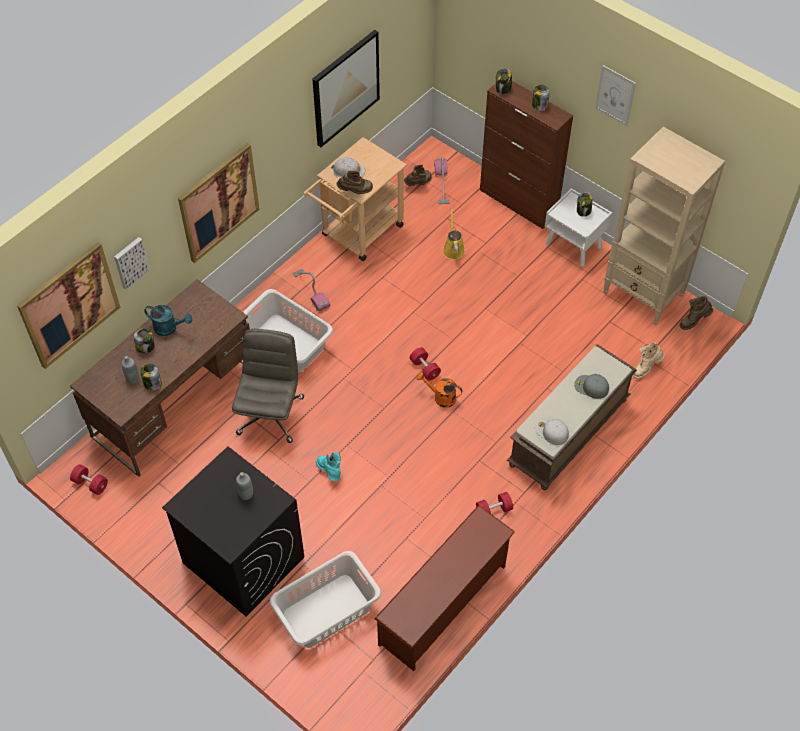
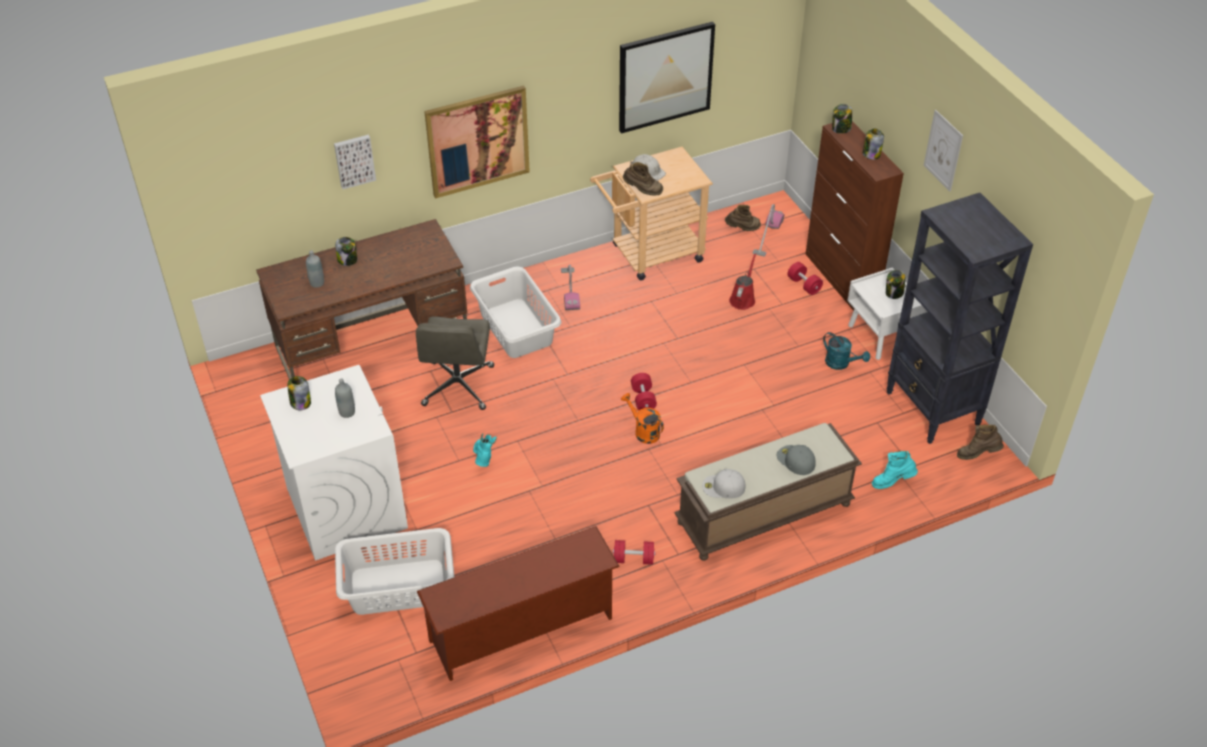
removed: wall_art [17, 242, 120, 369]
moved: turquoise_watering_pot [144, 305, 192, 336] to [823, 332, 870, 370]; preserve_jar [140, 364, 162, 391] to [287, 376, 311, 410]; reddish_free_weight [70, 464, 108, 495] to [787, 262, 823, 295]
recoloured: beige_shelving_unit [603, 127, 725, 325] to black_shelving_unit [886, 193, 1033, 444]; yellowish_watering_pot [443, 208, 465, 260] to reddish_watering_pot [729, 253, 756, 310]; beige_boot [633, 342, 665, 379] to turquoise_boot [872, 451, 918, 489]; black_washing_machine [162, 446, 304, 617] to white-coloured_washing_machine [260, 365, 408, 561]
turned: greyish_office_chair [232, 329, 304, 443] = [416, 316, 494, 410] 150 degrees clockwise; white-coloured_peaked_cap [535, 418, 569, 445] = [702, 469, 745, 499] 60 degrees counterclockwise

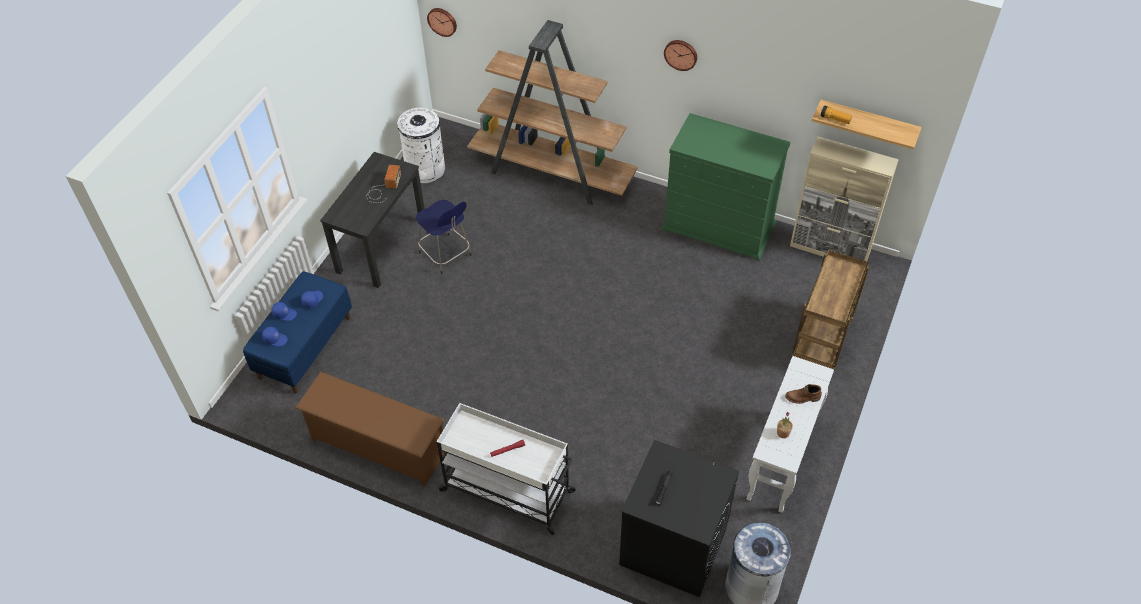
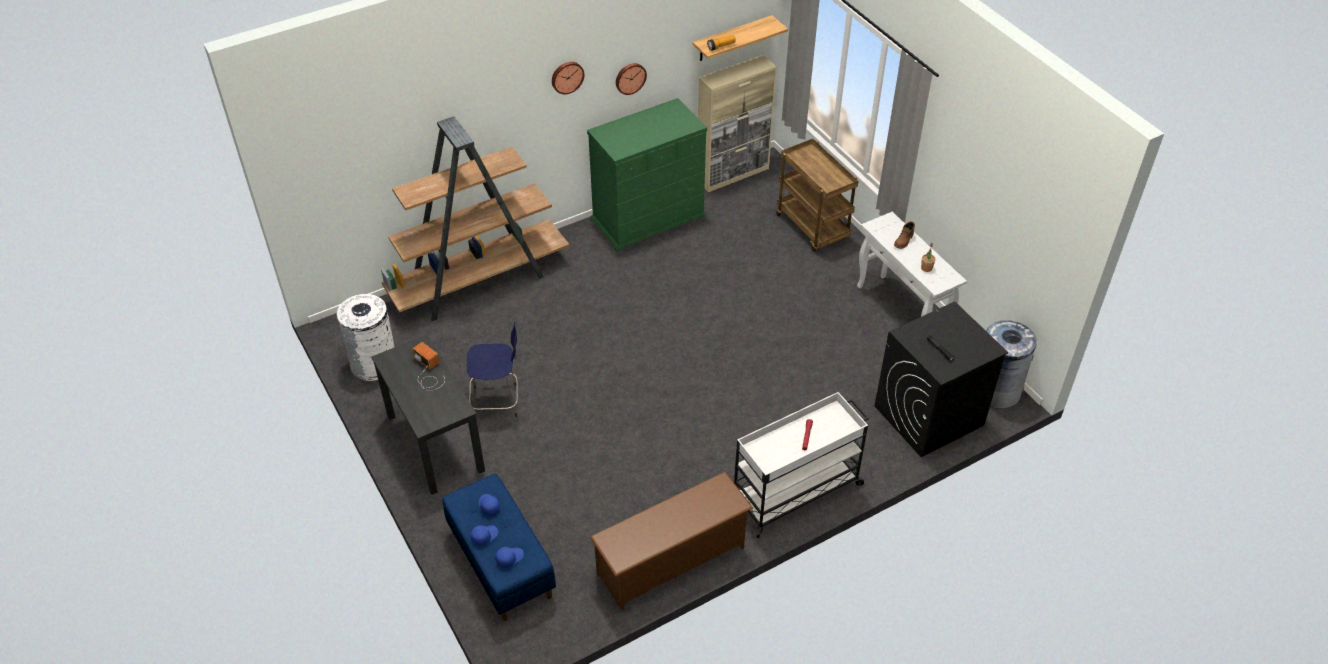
moved: hanging_clock [427, 8, 457, 37] to [616, 63, 647, 95]

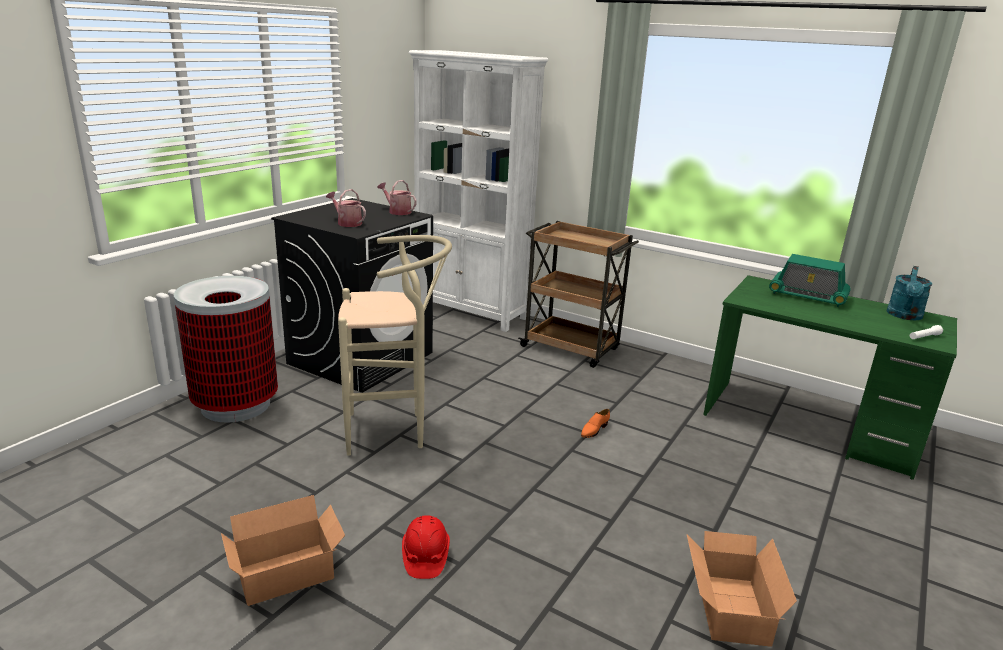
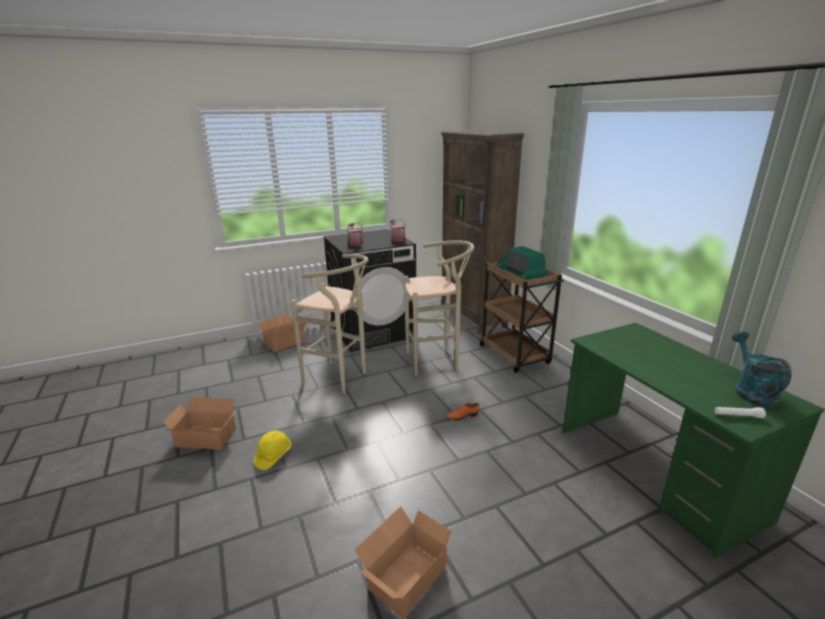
added: beige_sitting_stool [404, 240, 475, 376]
moved: radio_set [769, 254, 851, 307] to [497, 246, 548, 280]
replaced: trash_can [174, 276, 278, 422] to cardboard_box [258, 314, 306, 352]
recoloured: white-coloured_shelving_unit [409, 50, 549, 332] to brown-coloured_shelving_unit [441, 130, 524, 334]; reddish_hard_hat [402, 515, 450, 579] to yellowish_hard_hat [254, 430, 291, 470]
turned: turquoise_watering_pot [887, 266, 932, 320] = [732, 331, 792, 407] 120 degrees clockwise

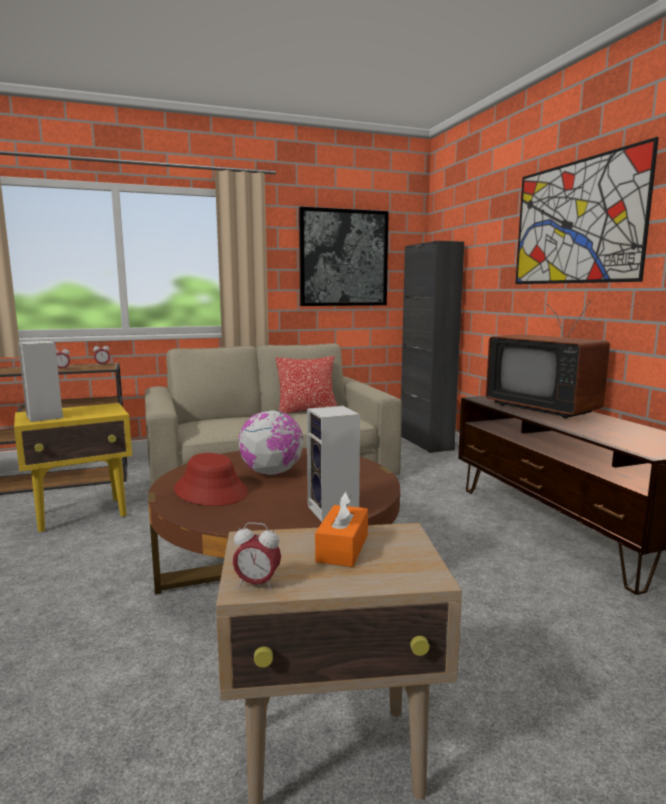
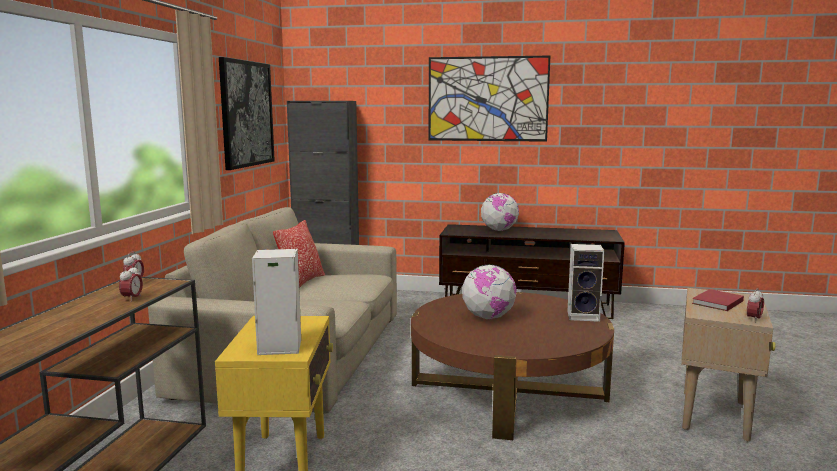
removed: reddish_wearable_hat [174, 453, 248, 506]
replaced: television [486, 301, 610, 419] to globe [481, 193, 519, 231]; orange_box_of_tissues [315, 491, 368, 567] to reddish_book [692, 289, 744, 311]

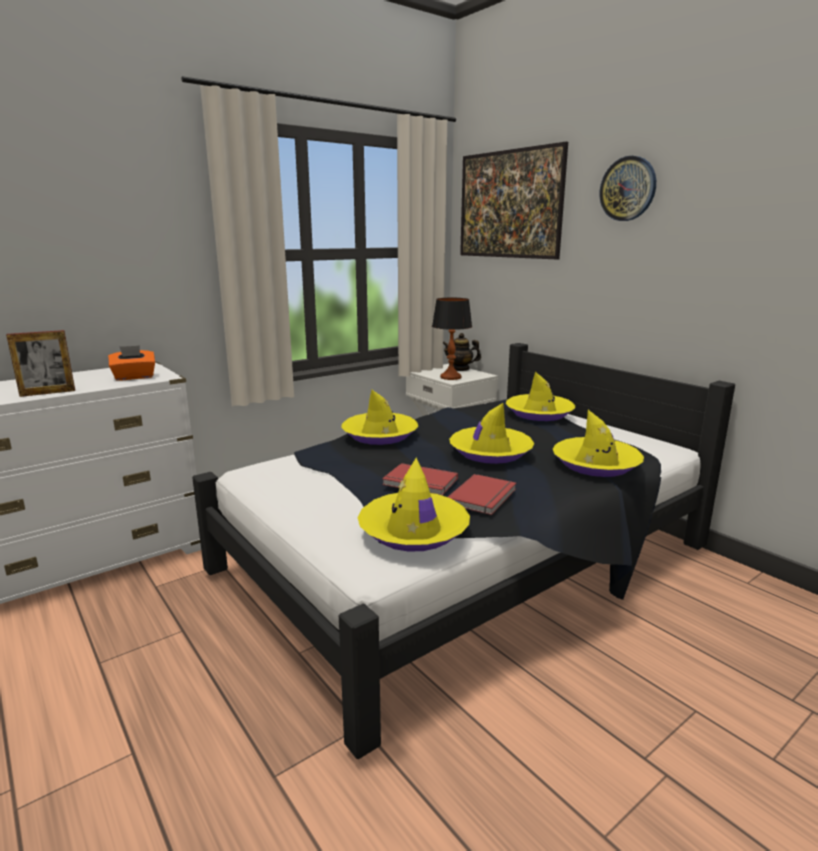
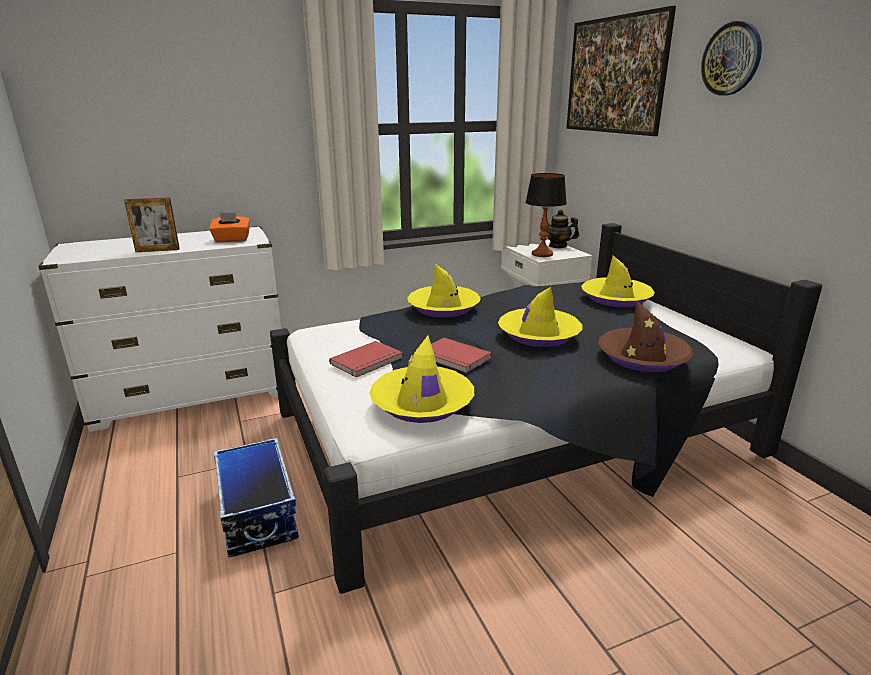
added: storage_container [214, 438, 299, 557]
moved: reddish_book [448, 474, 516, 515] to [329, 341, 403, 377]
recoloured: yellowish_wearable_hat [553, 410, 644, 477] to brown-coloured_wearable_hat [598, 301, 693, 372]

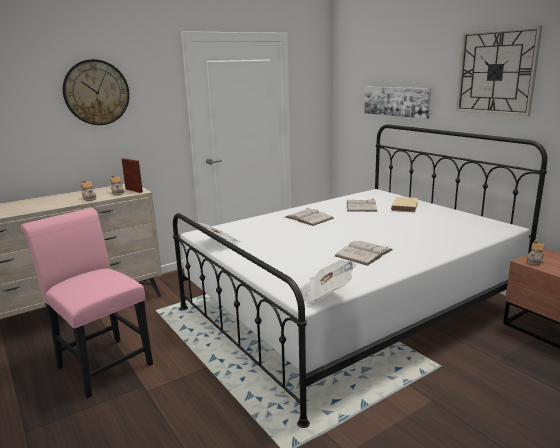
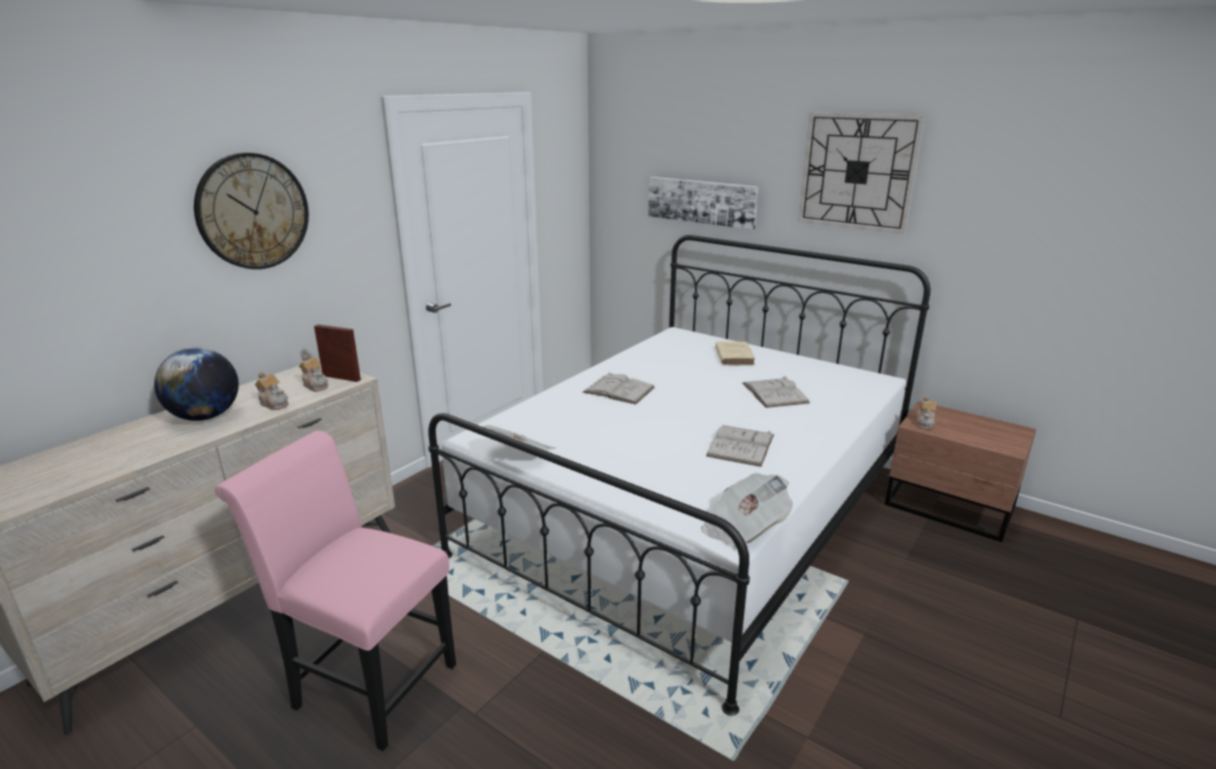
added: globe [154, 348, 239, 421]
moved: white-coloured_book [347, 198, 377, 212] to [742, 376, 810, 408]

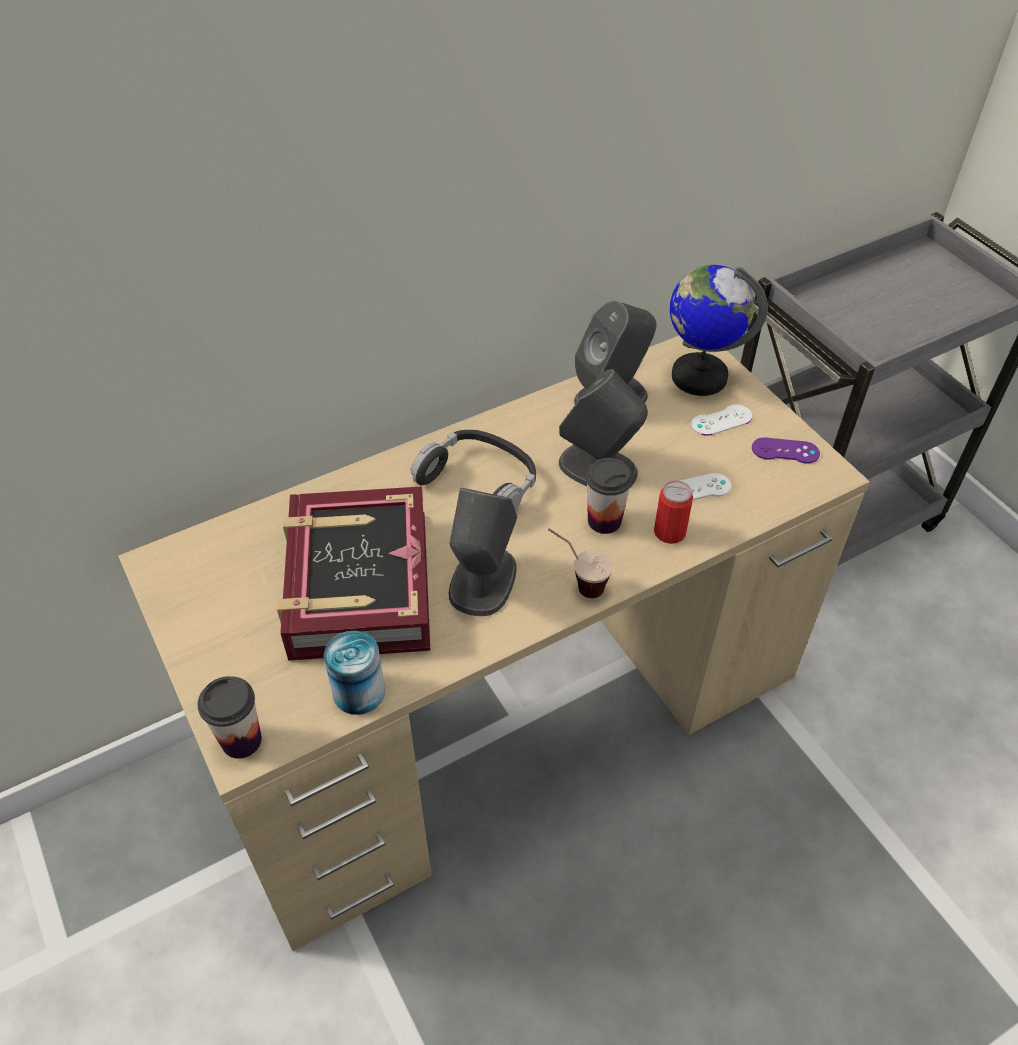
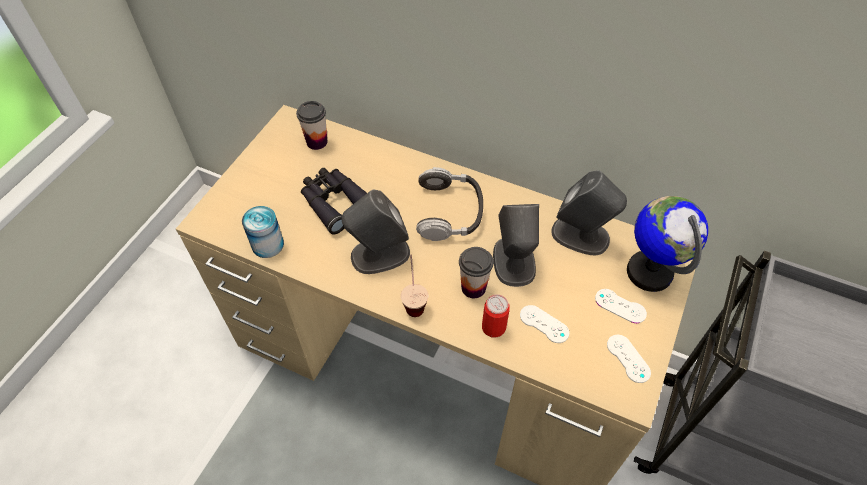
moved: drinking_cup [198, 676, 262, 759] to [296, 101, 327, 150]
replaced: book [277, 486, 430, 661] to black_field_glasses [301, 168, 367, 235]
recoloured: purple-coloured_gamepad [752, 437, 820, 464] to white-coloured_gamepad [607, 335, 651, 383]

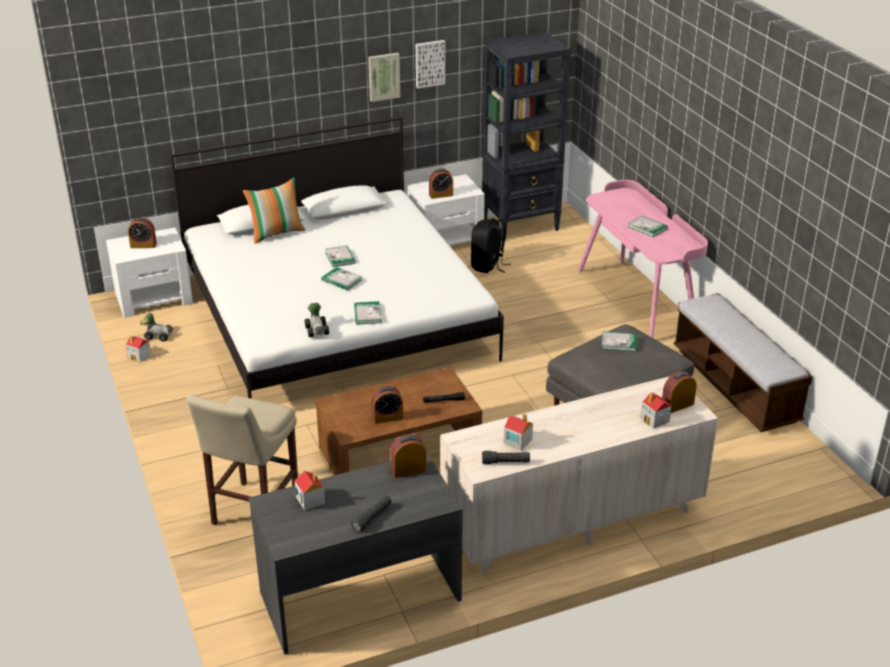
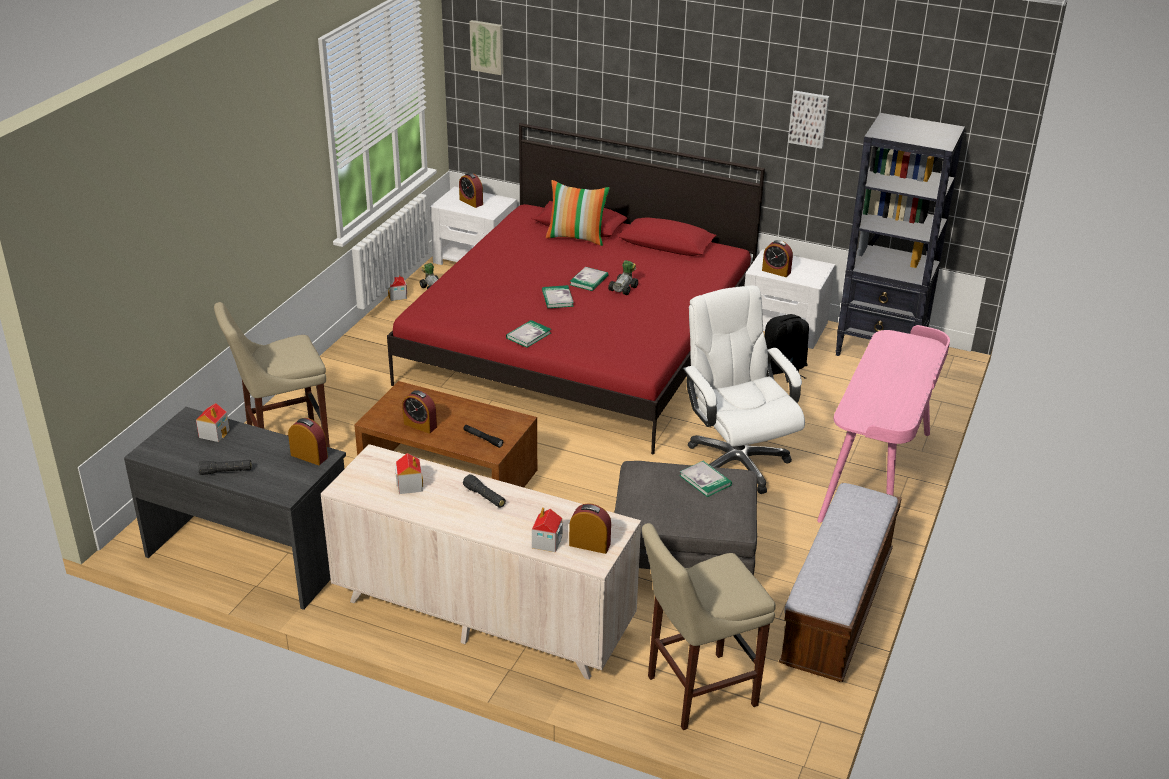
removed: book [628, 216, 668, 237]
added: white-coloured_office_chair [683, 285, 805, 494]; beige_sitting_stool [642, 523, 776, 730]
moved: wall_art [368, 53, 400, 102] to [470, 20, 503, 75]; toy_car [305, 303, 329, 337] to [608, 260, 638, 295]; black_flashlight [482, 451, 530, 464] to [463, 474, 506, 508]
recoloured: white-coloured_bed [170, 116, 504, 399] to reddish_bed [387, 123, 765, 454]

